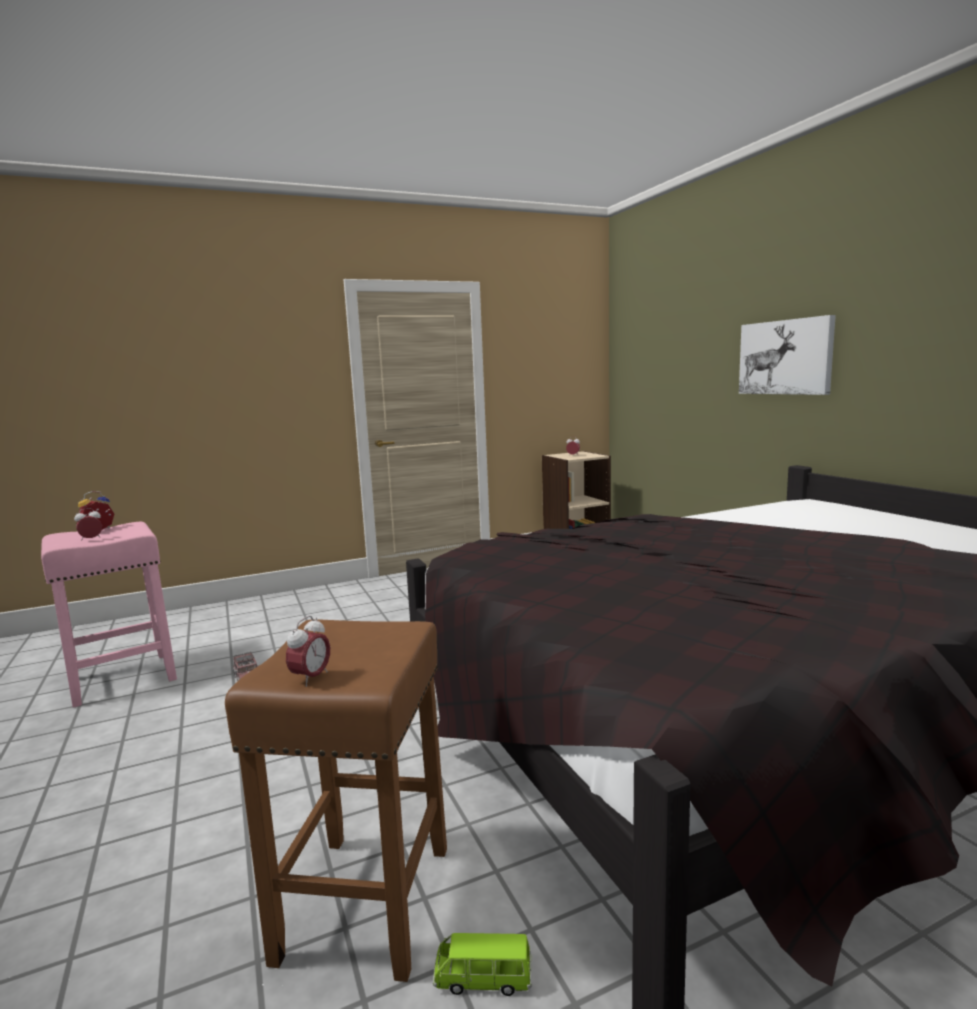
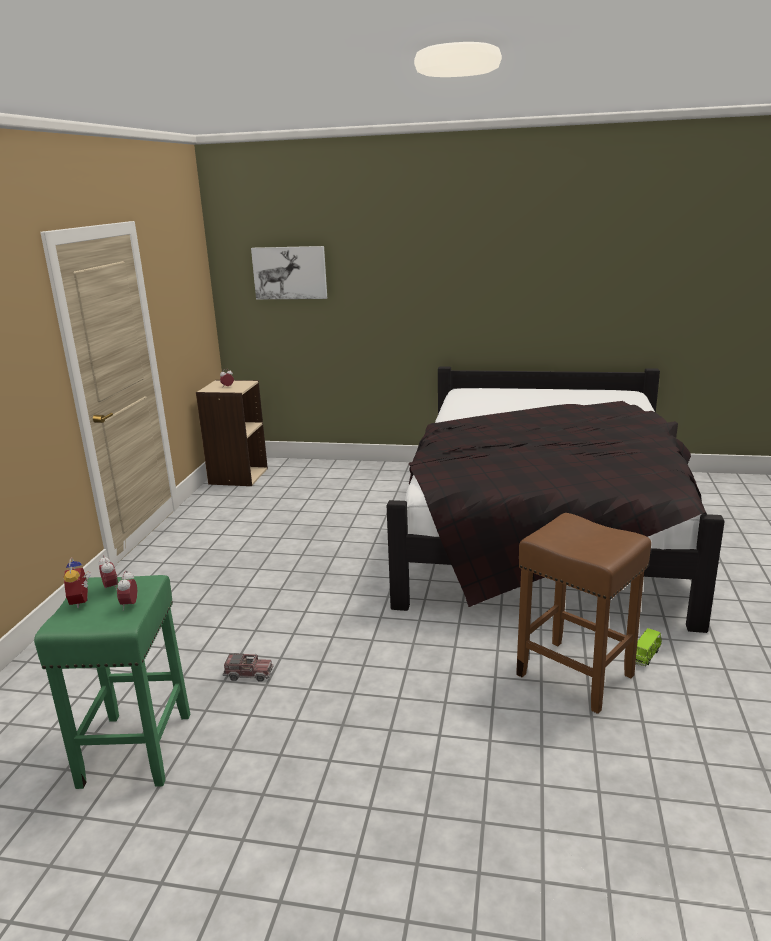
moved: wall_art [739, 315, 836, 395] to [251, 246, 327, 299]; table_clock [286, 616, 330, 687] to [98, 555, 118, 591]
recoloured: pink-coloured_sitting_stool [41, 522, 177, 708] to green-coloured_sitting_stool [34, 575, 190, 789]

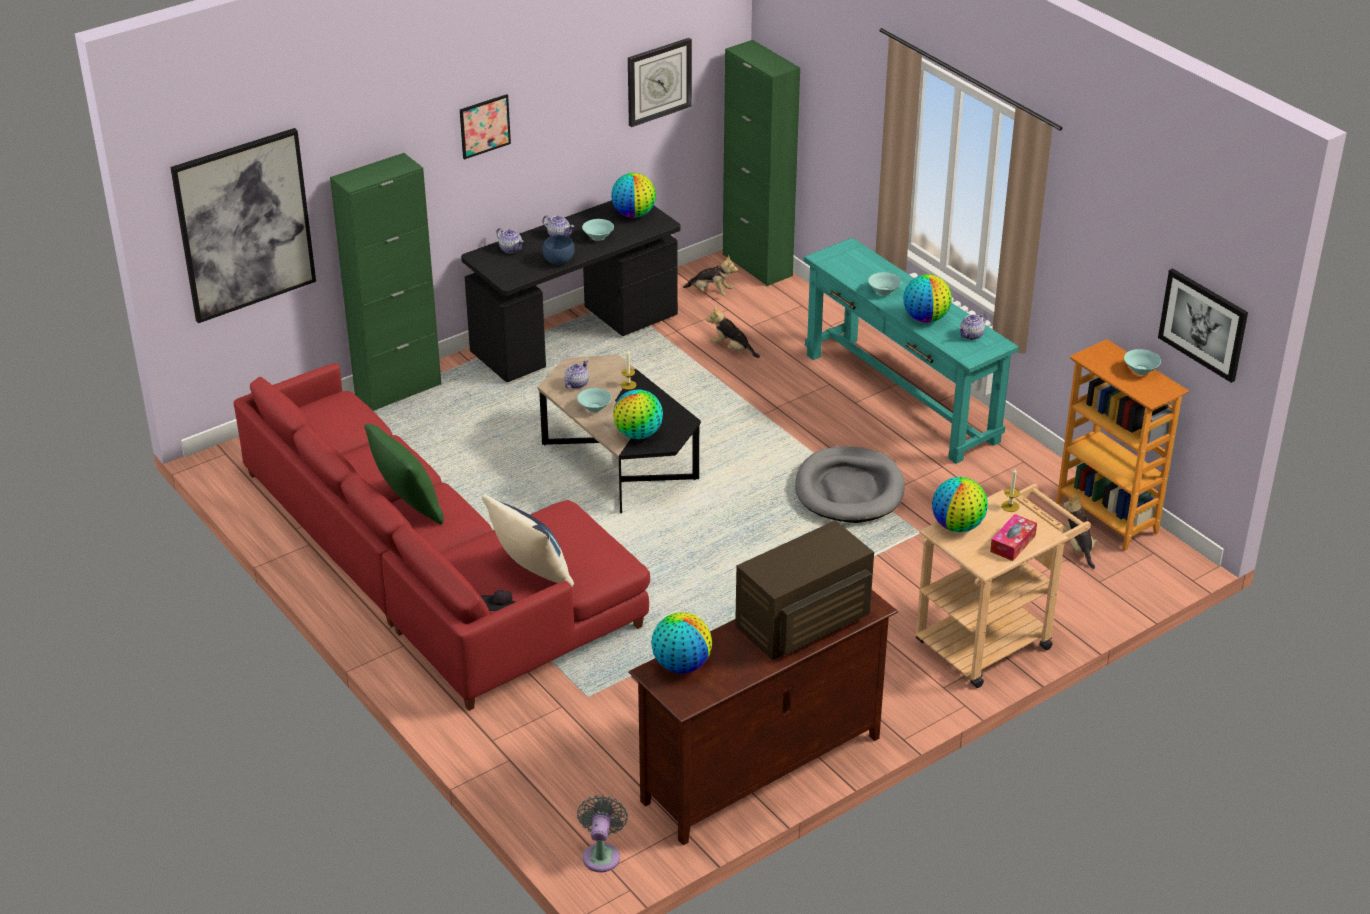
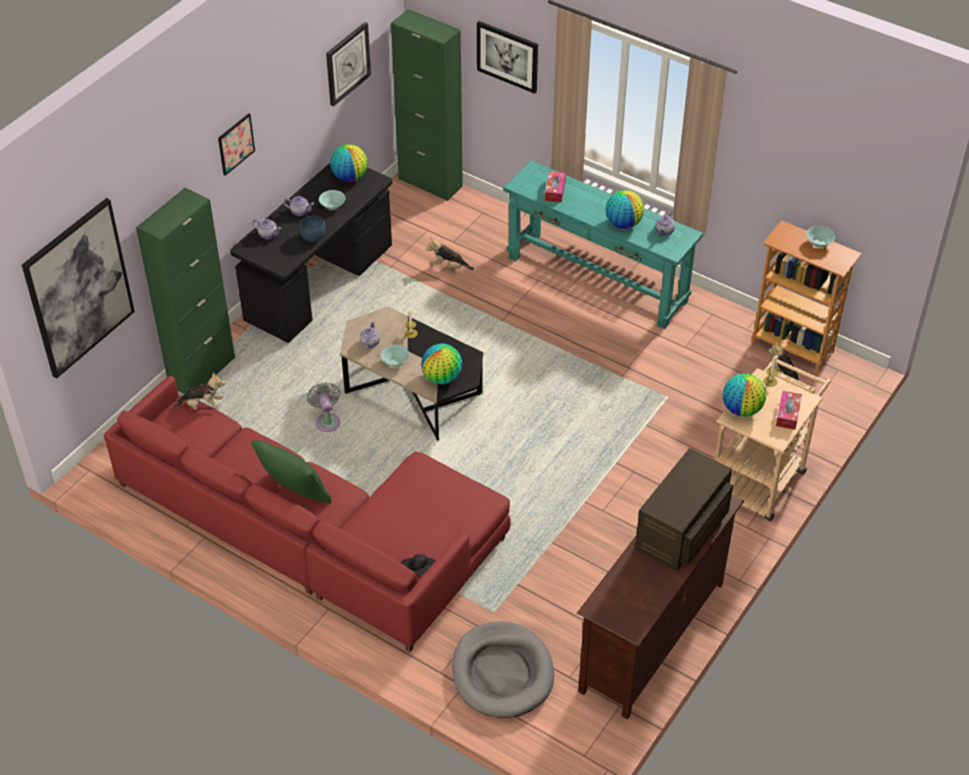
removed: turquoise_deep_dish [868, 272, 901, 295]; bluish_pillow [482, 495, 574, 588]; globe [651, 612, 712, 674]
added: box_of_tissues [545, 171, 566, 202]
moved: cuddly_toy [683, 255, 738, 296] to [174, 372, 225, 410]; wall_art [1158, 268, 1248, 383] to [477, 21, 538, 94]; greyish_dog_cushion [795, 446, 904, 523] to [452, 621, 554, 717]; greyish_electric_fan [577, 795, 628, 872] to [307, 382, 340, 432]

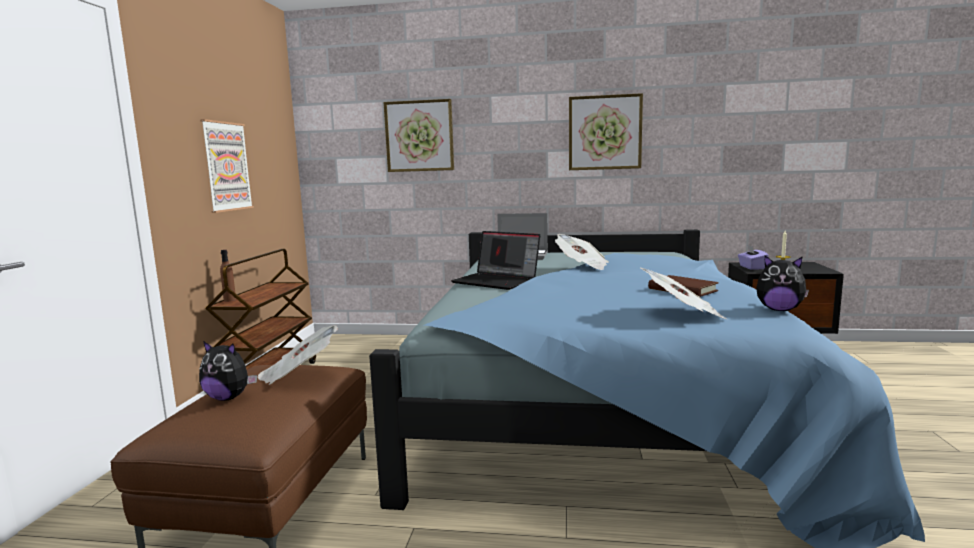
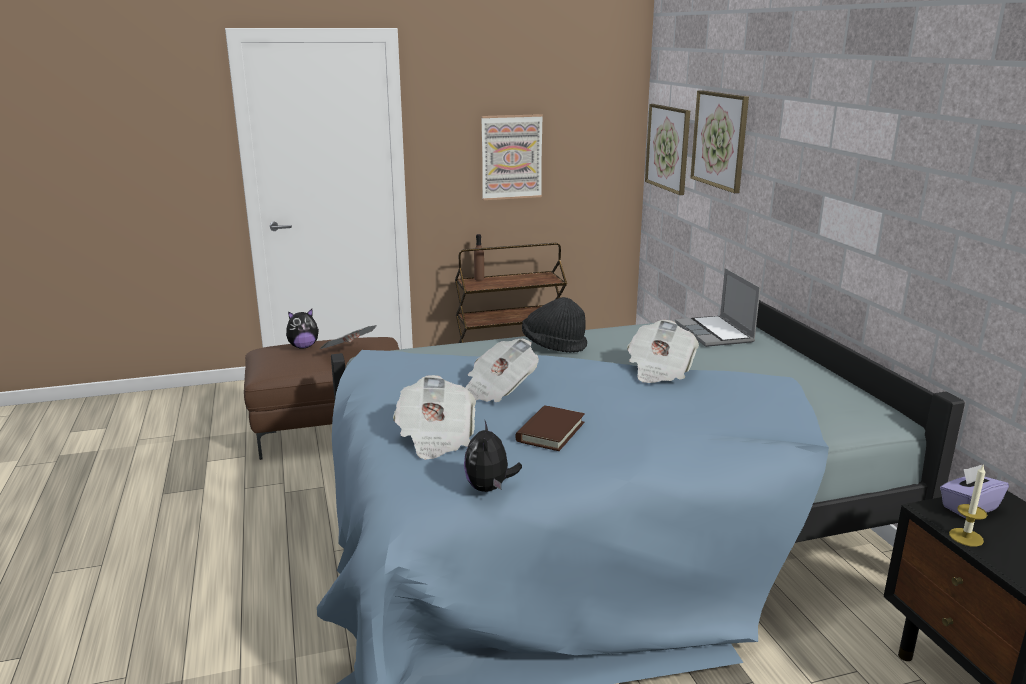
added: printed_paper [465, 339, 539, 402]
moved: wall_art [569, 93, 643, 170] to [645, 104, 690, 195]
replaced: portable_computer [451, 231, 540, 290] to black_wearable_hat [522, 297, 587, 353]
turned: cuddly_toy [199, 341, 257, 401] = [286, 309, 319, 349] 105 degrees counterclockwise

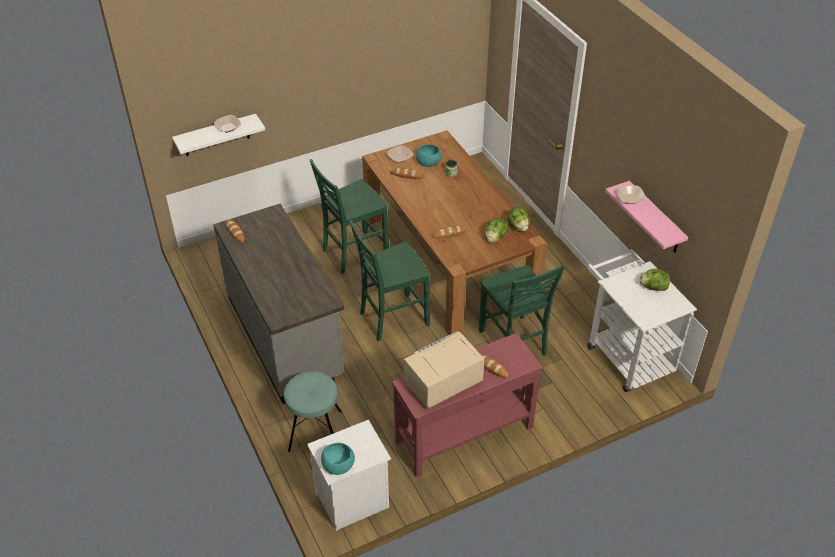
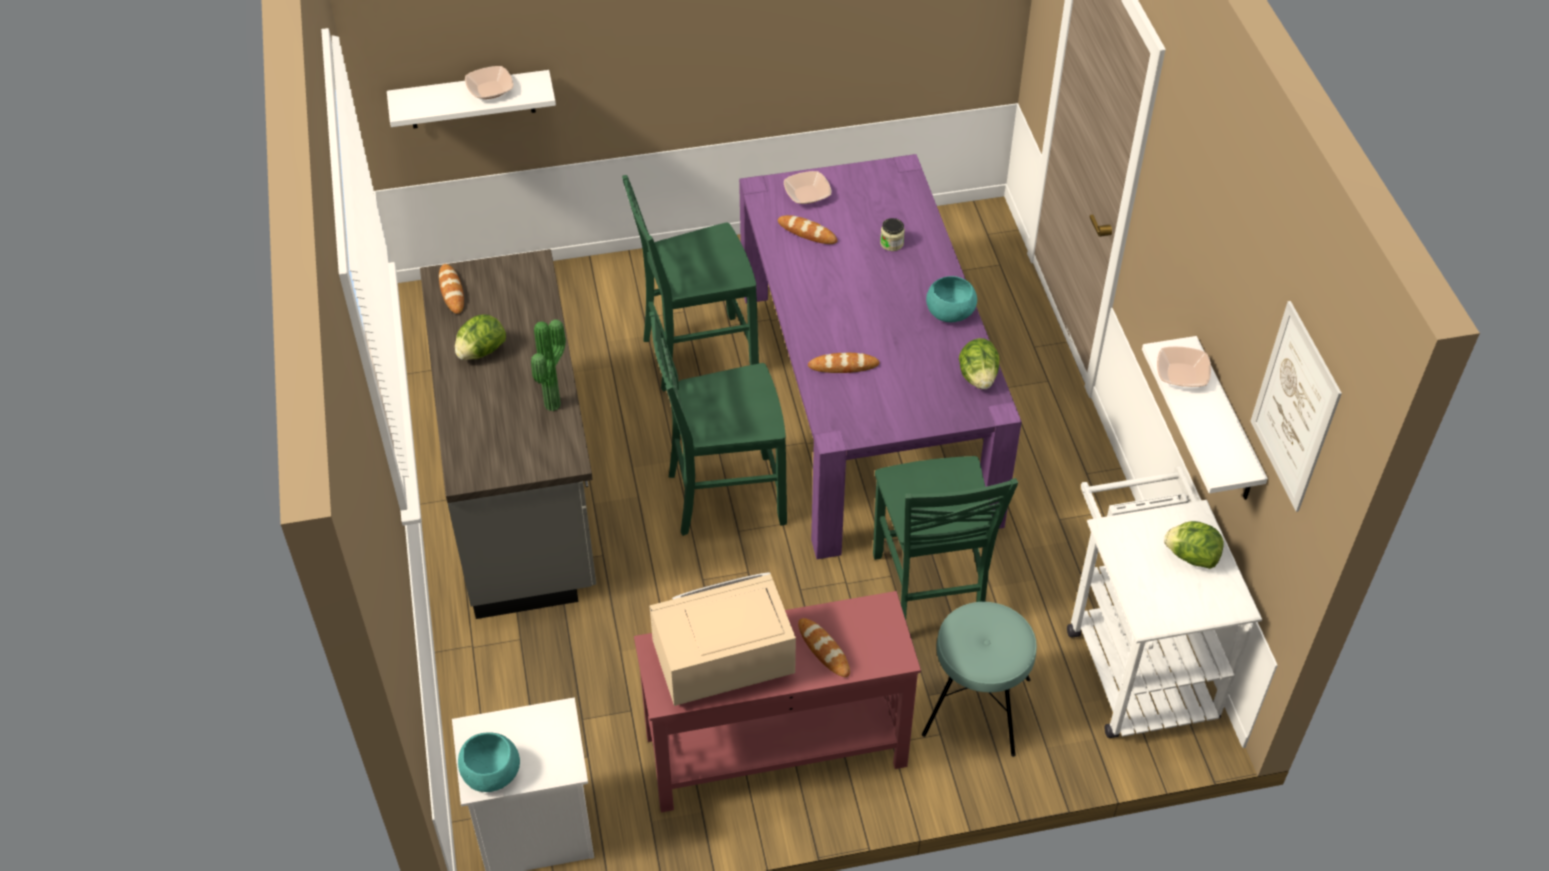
added: wall_art [1250, 301, 1342, 512]; potted_plant [531, 319, 566, 411]
moved: turquoise_deep_dish [416, 144, 441, 167] to [926, 276, 977, 322]; head_of_lettuce [484, 218, 508, 243] to [455, 315, 506, 360]; turquoise_sitting_stool [284, 371, 342, 452] to [922, 602, 1037, 757]
recoloured: brown-coloured_kitchen_table [362, 130, 547, 335] to purple-coloured_kitchen_table [739, 154, 1022, 559]; pink-coloured_bracket_shelf [605, 181, 688, 253] to white-coloured_bracket_shelf [1142, 336, 1268, 500]

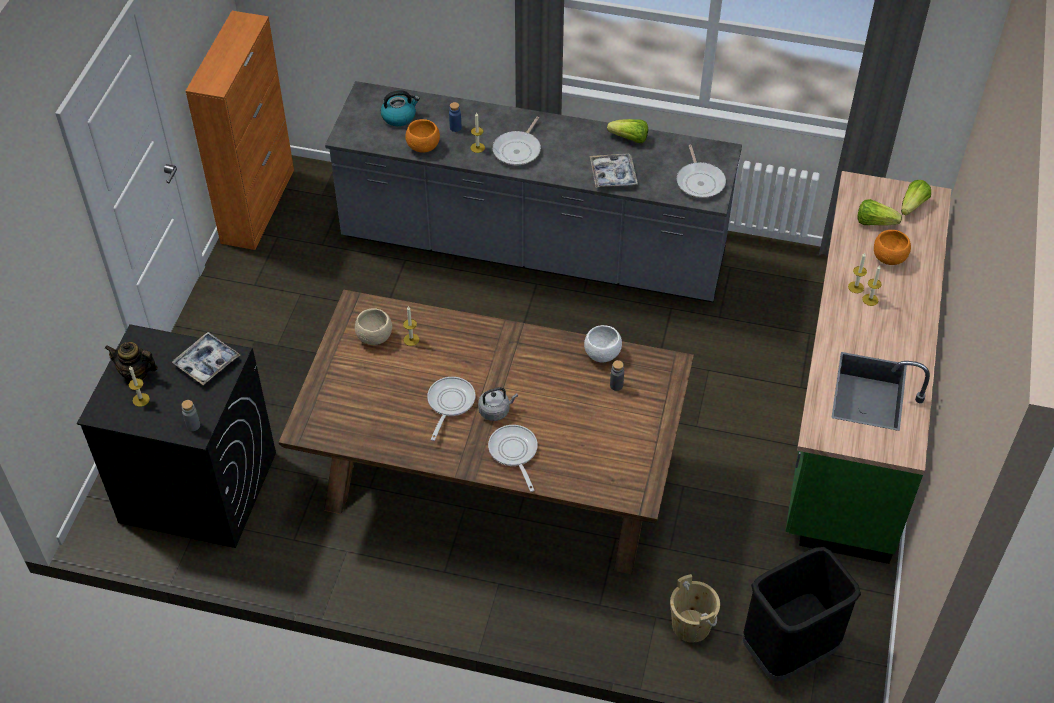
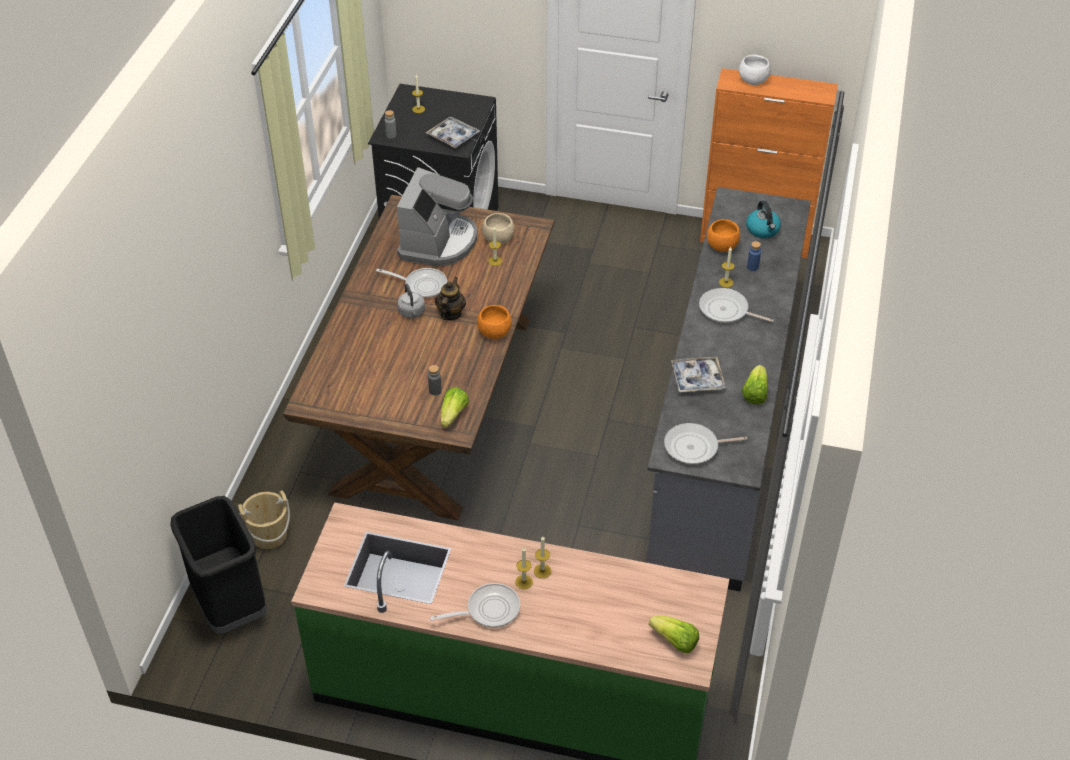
added: coffee_brewer [397, 167, 478, 266]
moved: head_of_lettuce [858, 199, 902, 226] to [441, 387, 469, 428]; orange_deep_dish [874, 230, 911, 265] to [477, 305, 512, 339]; white-coloured_deep_dish [584, 325, 622, 362] to [739, 55, 771, 85]; pot_for_tea [105, 342, 158, 382] to [435, 277, 466, 321]; pan [488, 425, 538, 492] to [430, 583, 520, 628]

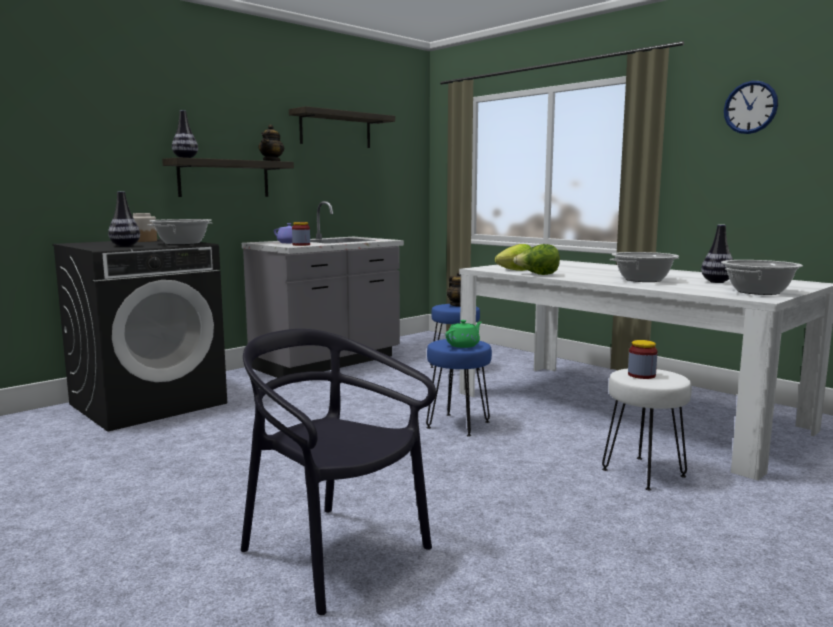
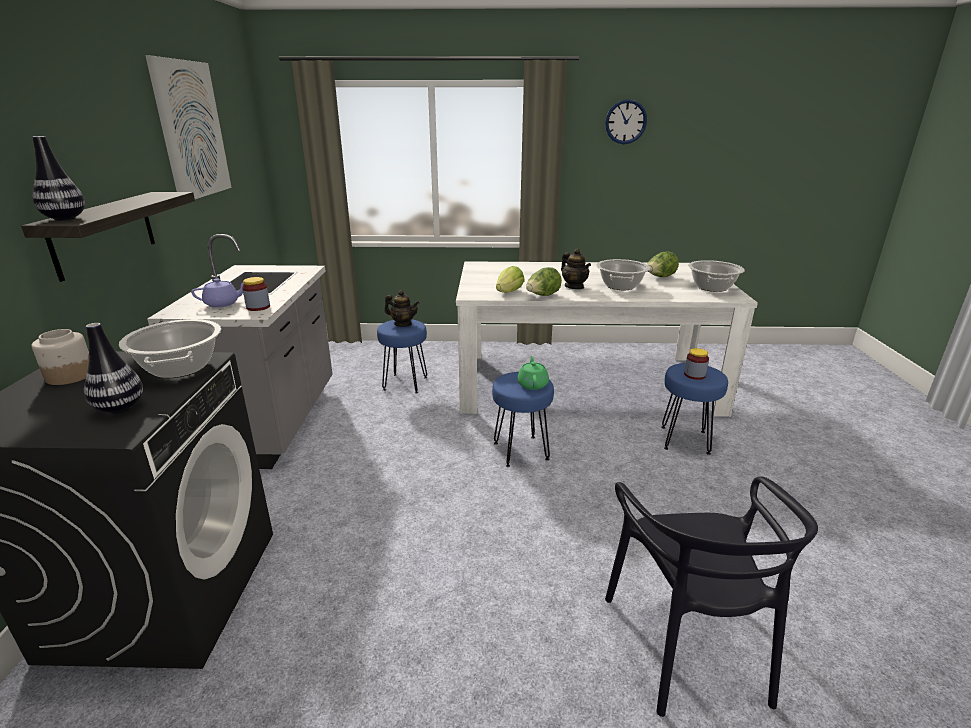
moved: pot_for_tea [258, 124, 284, 161] to [561, 249, 591, 289]
replaced: bracket_shelf [289, 106, 395, 148] to wall_art [145, 55, 232, 199]; decorative_vase [701, 225, 733, 283] to head_of_lettuce [647, 251, 679, 277]
recoloured: white-coloured_sitting_stool [602, 369, 692, 490] to bluish_sitting_stool [661, 363, 728, 455]
turned: black_chair [241, 329, 436, 615] = [605, 476, 818, 717] 90 degrees counterclockwise

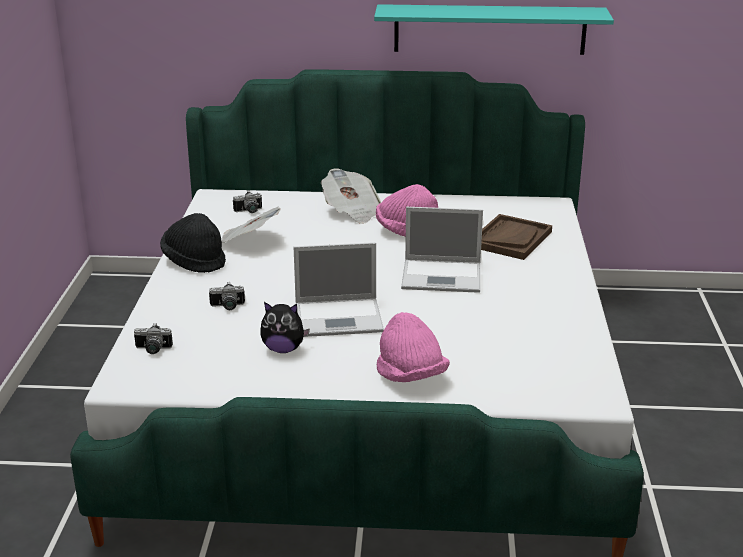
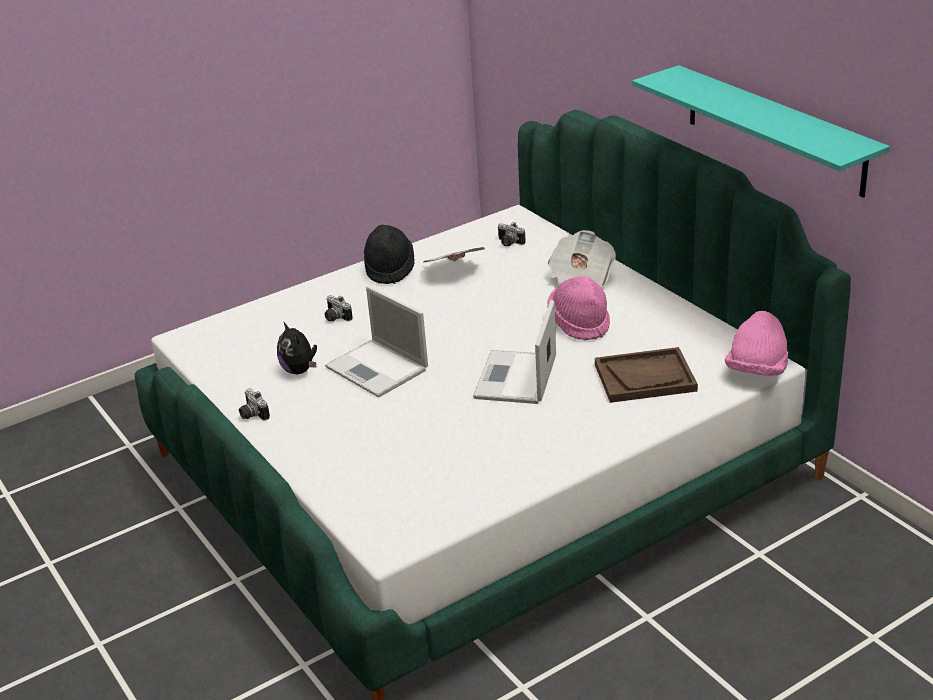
moved: pink-coloured_wearable_hat [377, 312, 450, 382] to [725, 311, 788, 376]; photo_camera [134, 323, 173, 354] to [239, 389, 270, 421]
turned: portable_computer [401, 207, 483, 293] = [473, 300, 556, 404] 45 degrees clockwise

